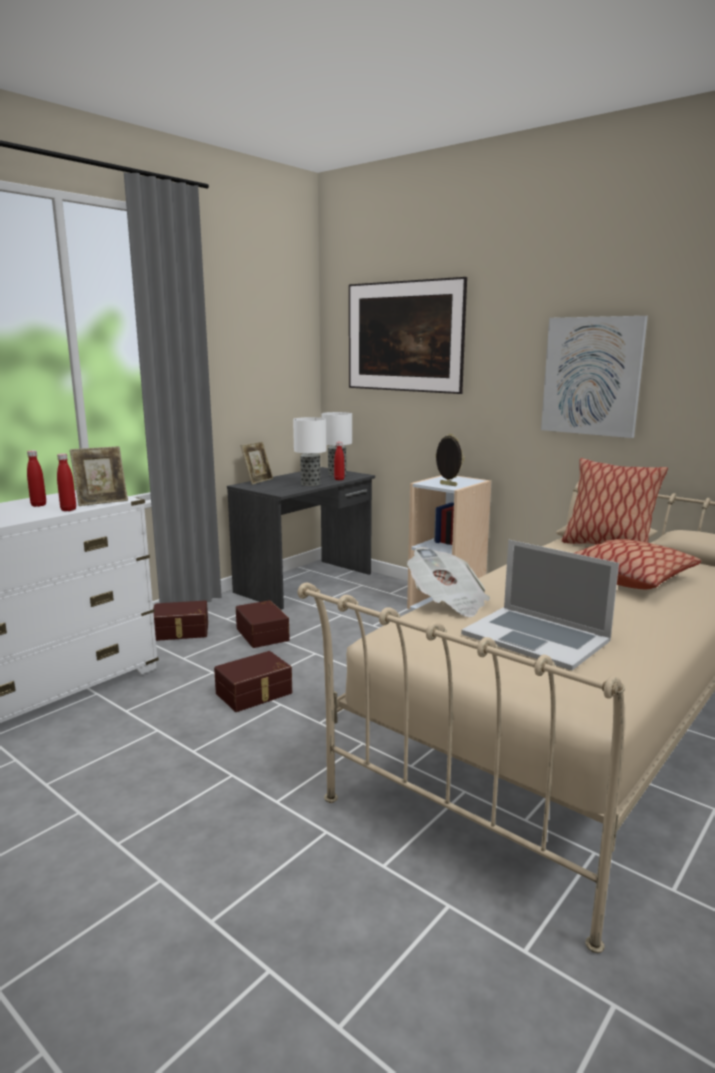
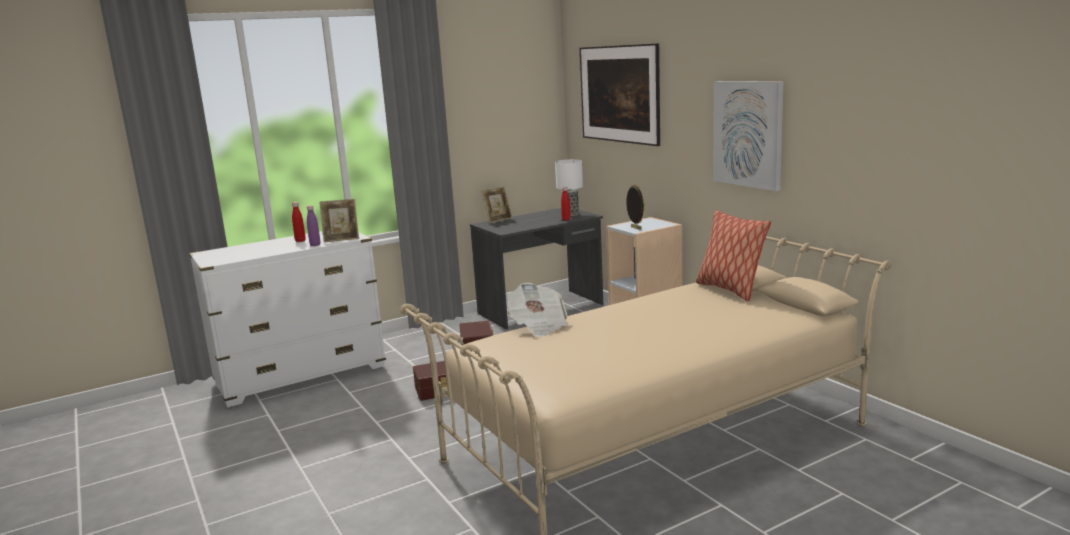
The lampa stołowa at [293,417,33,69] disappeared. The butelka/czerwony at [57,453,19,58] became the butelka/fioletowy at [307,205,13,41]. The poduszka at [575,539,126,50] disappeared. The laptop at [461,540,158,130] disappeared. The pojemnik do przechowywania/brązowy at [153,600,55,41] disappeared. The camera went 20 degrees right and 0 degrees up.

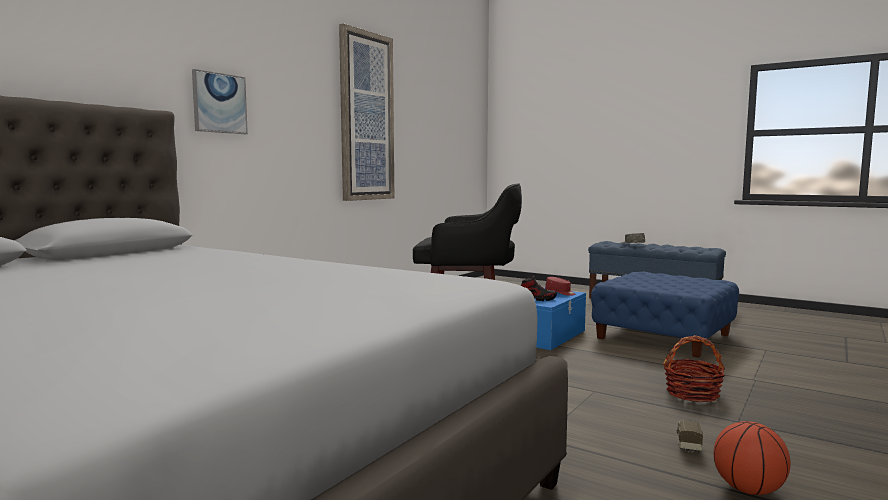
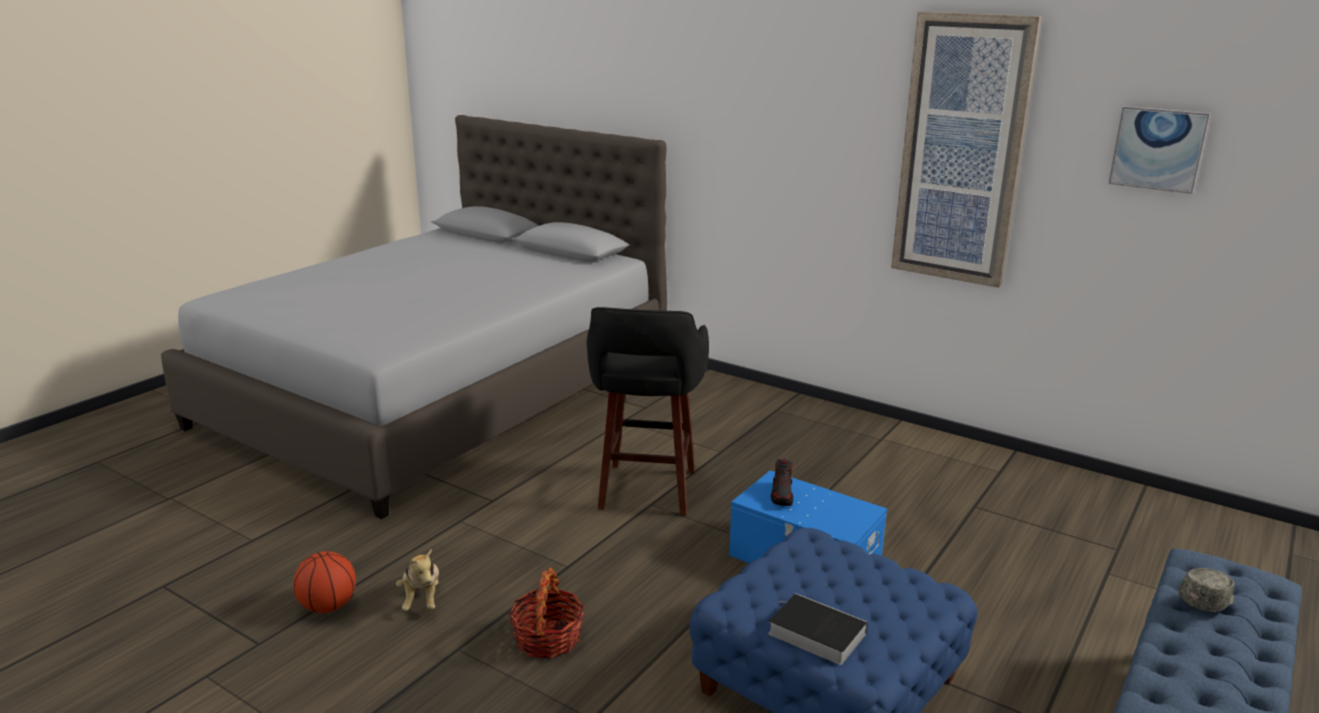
The obraz moved from [192,69,56,65] to [1109,106,101,88]. The czapka z daszkiem/czerwony at [545,277,31,19] disappeared. The ciężarówka zabawkowa at [677,420,26,32] was replaced by the pluszak at [396,549,43,62]. The książka at [768,593,100,72] appeared. The camera went 90 degrees right and 15 degrees up.

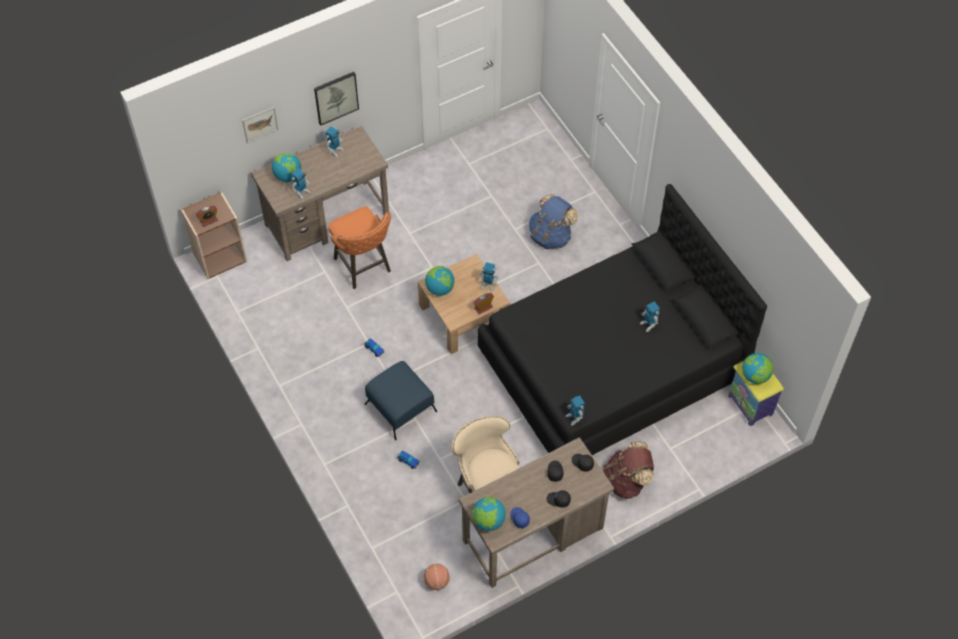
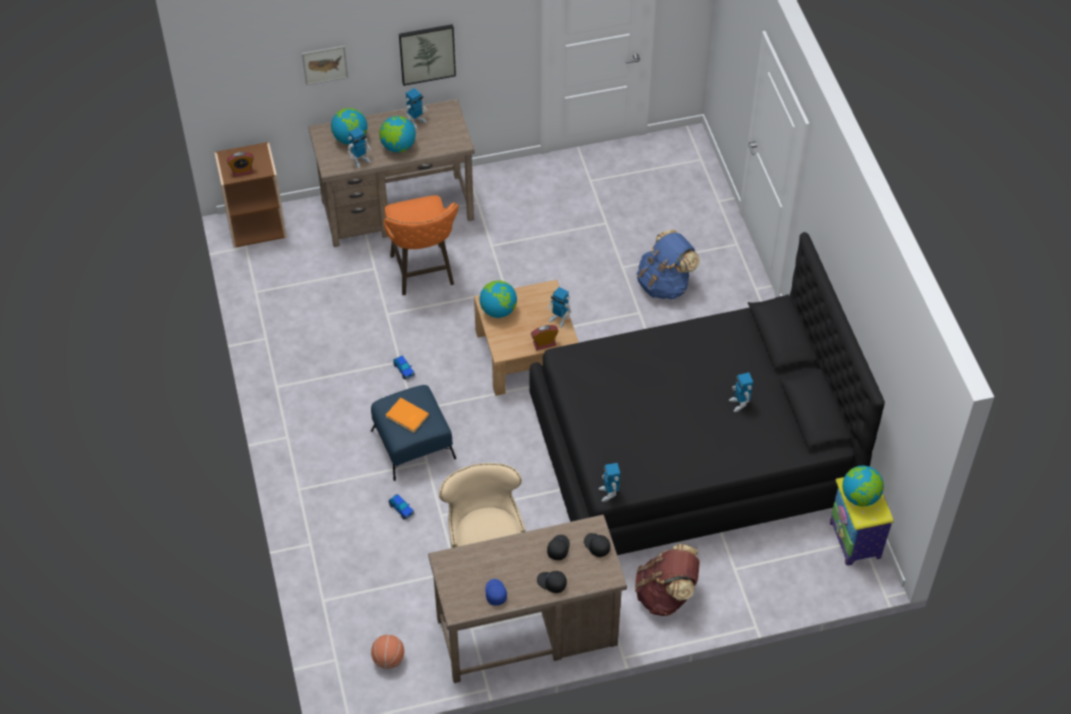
The globus moved from [472,497,34,34] to [379,116,37,37]. The książka/pomarańczowy at [386,398,43,35] appeared. The camera went 15 degrees right and 5 degrees down.

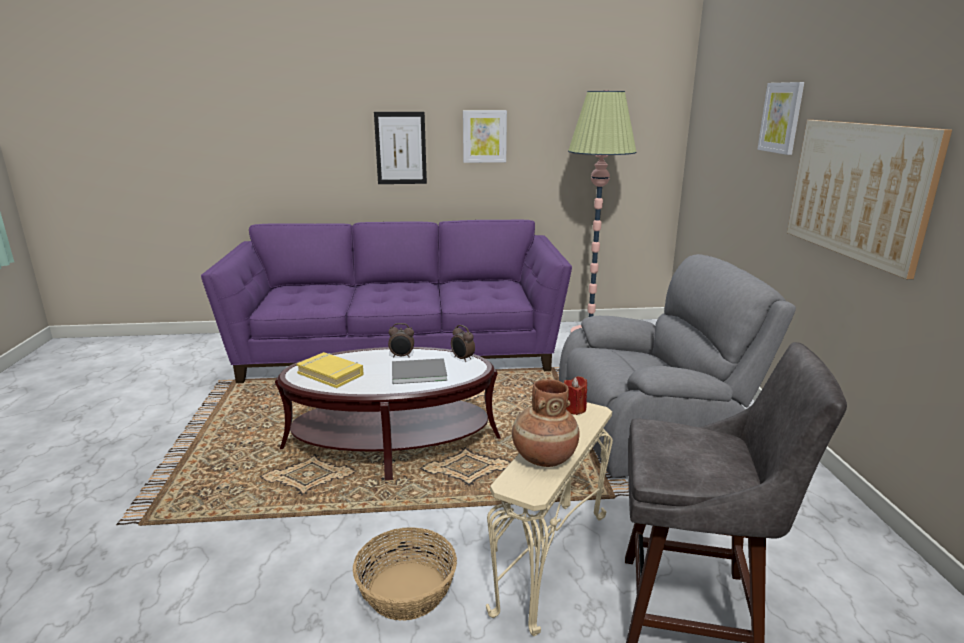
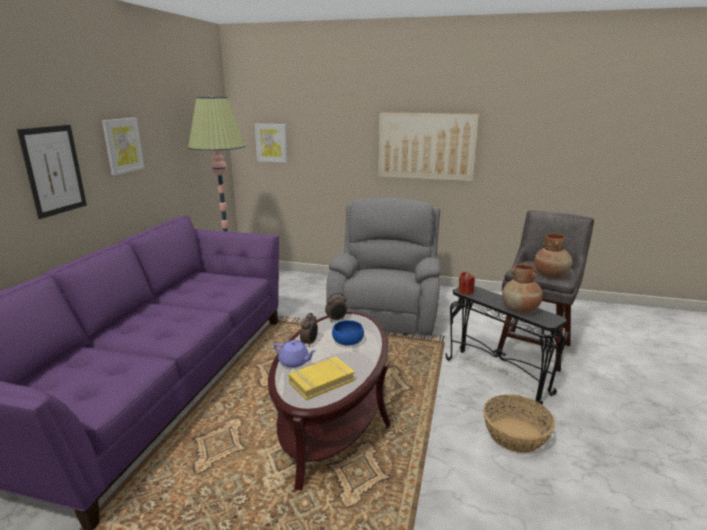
The obraz moved from [757,82,47,73] to [255,124,32,39]. The książka/szary at [392,358,55,26] was replaced by the miska/niebieski at [332,320,32,26]. The stolik/beżowy at [486,402,127,234] became the stolik/czarny at [445,286,122,119]. The wazon/brązowy at [534,233,39,45] appeared. The imbryk/fioletowy at [274,340,42,28] appeared. The camera went 70 degrees left and 0 degrees up.

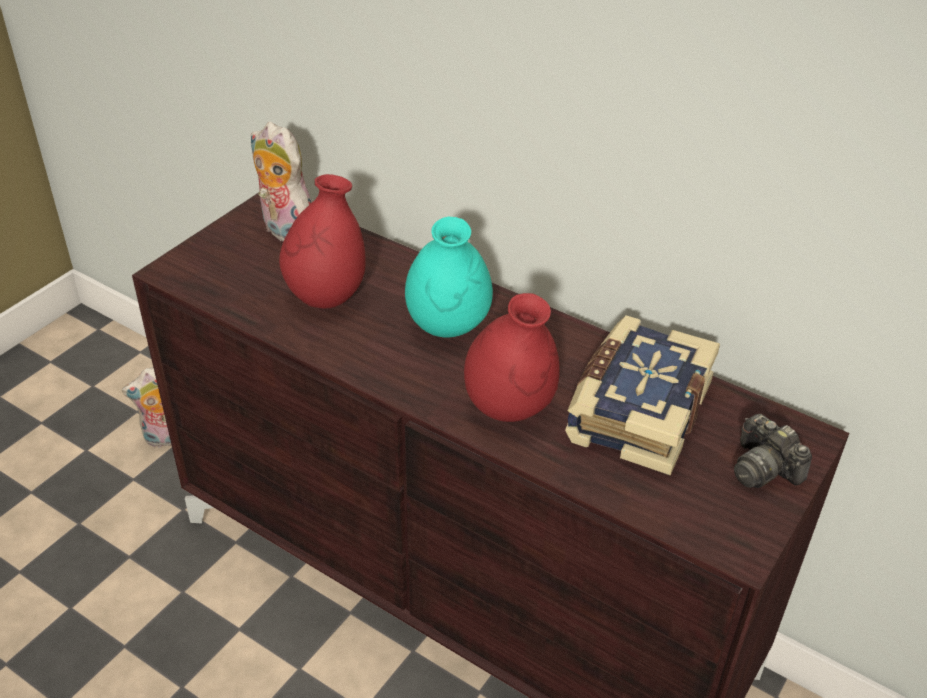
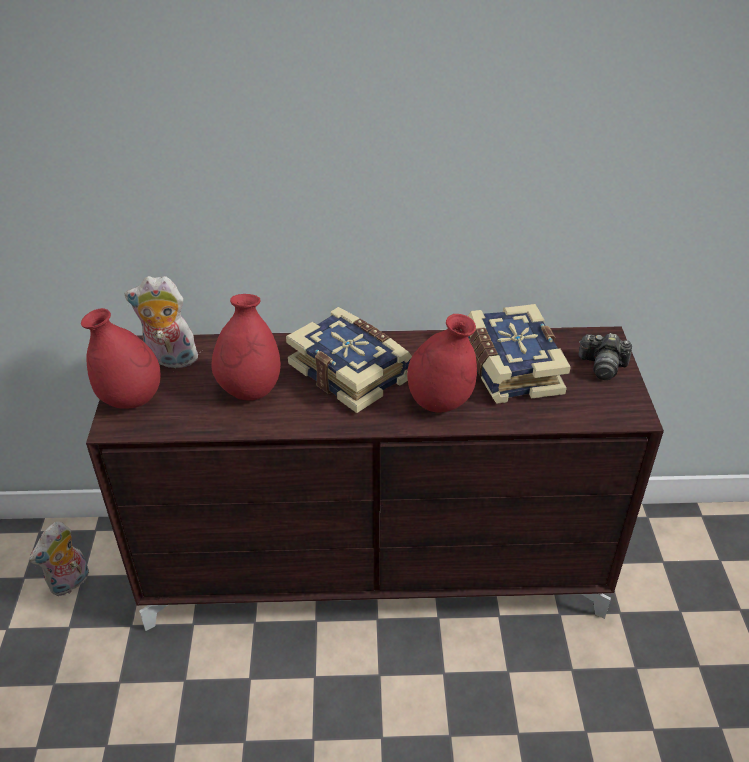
The wazon/turkusowy at [405,217,88,121] was replaced by the książka at [286,307,126,106]. The wazon/czerwony at [81,308,80,101] appeared. The camera went 35 degrees left and 0 degrees up.

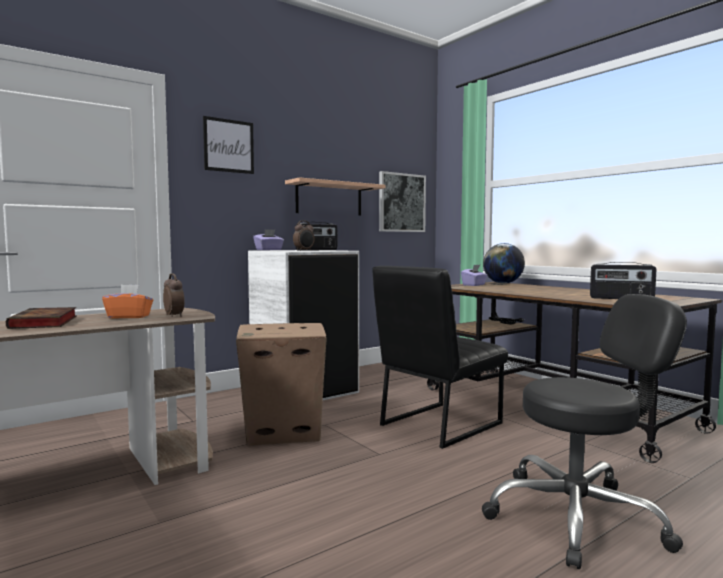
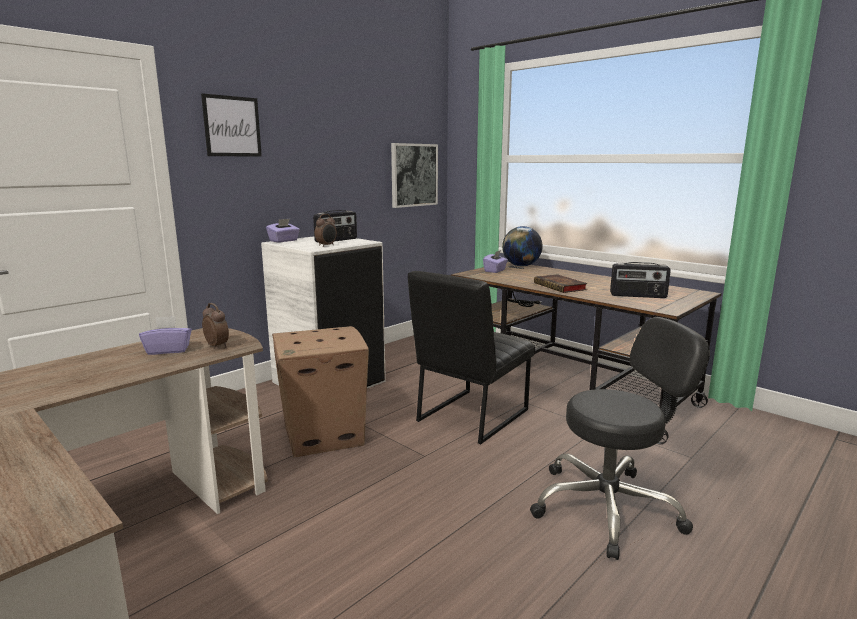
The półka at [285,177,101,39] disappeared. The pudełko chusteczek/pomarańczowy at [102,284,51,35] became the pudełko chusteczek/fioletowy at [139,316,53,39]. The książka moved from [6,307,71,22] to [534,274,54,19]. The camera went 10 degrees left and 10 degrees up.

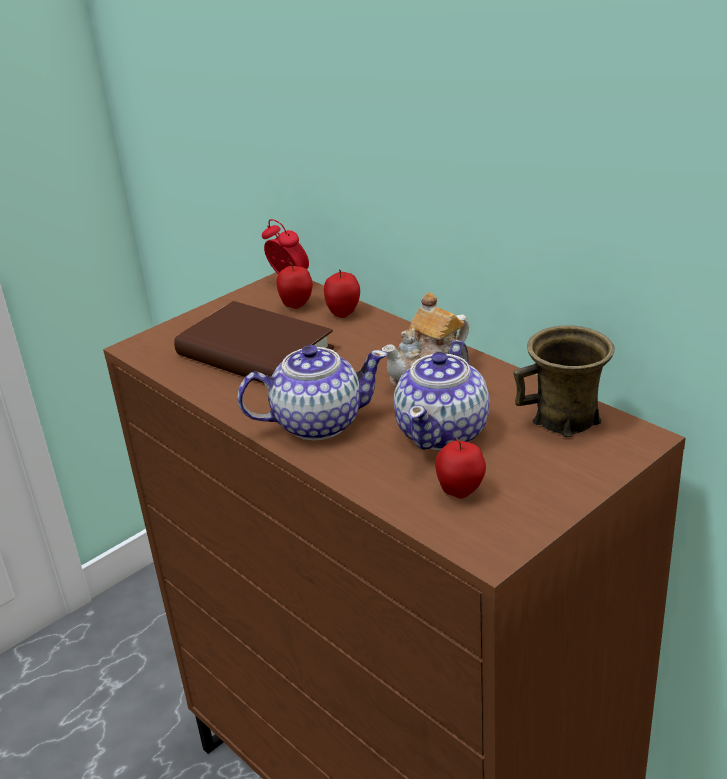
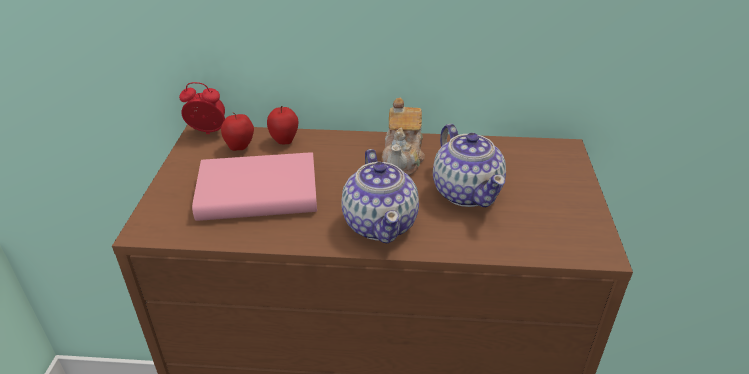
The książka/brązowy at [174,301,160,82] became the książka/różowy at [192,152,125,69]. The kubek/brązowy at [514,325,101,112] disappeared. The imbryk at [237,345,151,95] turned 135 degrees clockwise. The jabłko at [435,438,51,60] disappeared. The camera went 45 degrees left and 5 degrees up.

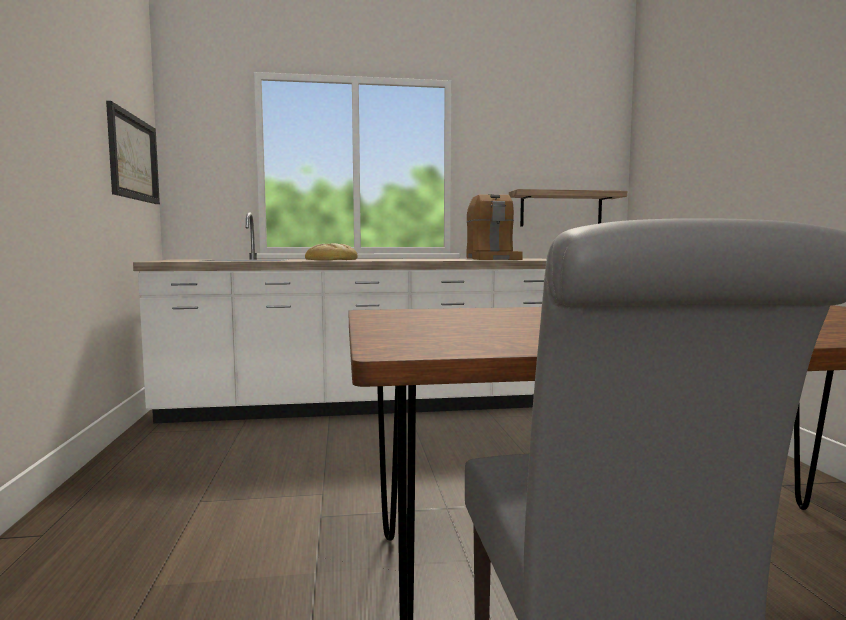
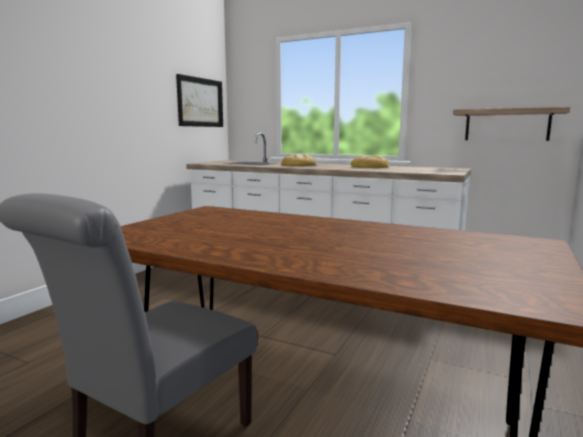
The ekspres do kawy at [466,194,57,66] disappeared. The chleb at [351,155,38,13] appeared. The camera went 35 degrees right and 5 degrees up.

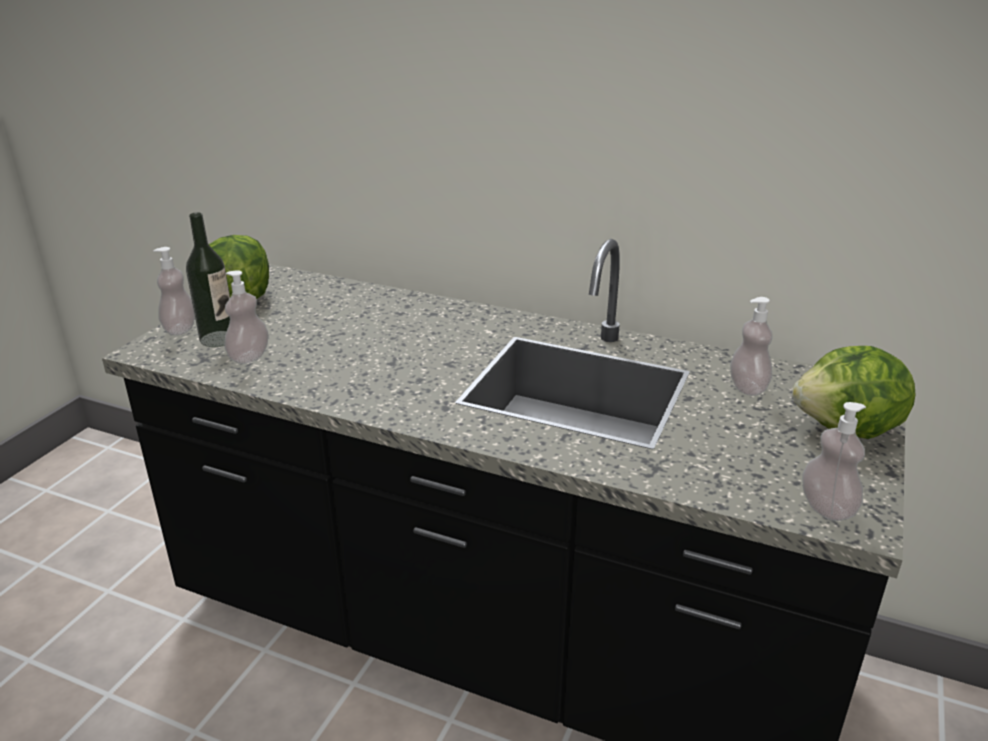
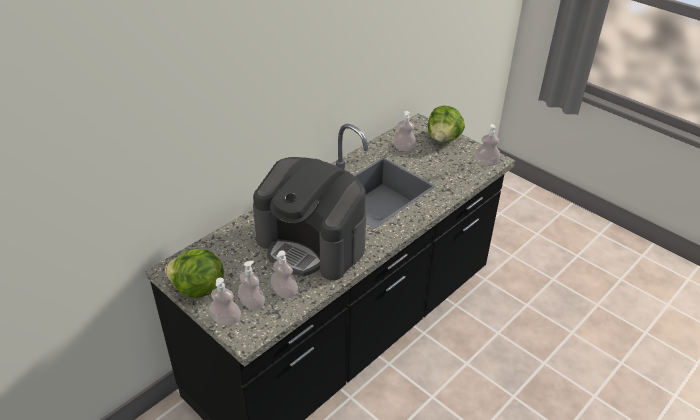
The butelka at [186,212,44,135] was replaced by the dozownik mydła at [238,261,27,49]. The ekspres do kawy at [253,157,113,123] appeared. The camera went 70 degrees left and 10 degrees up.

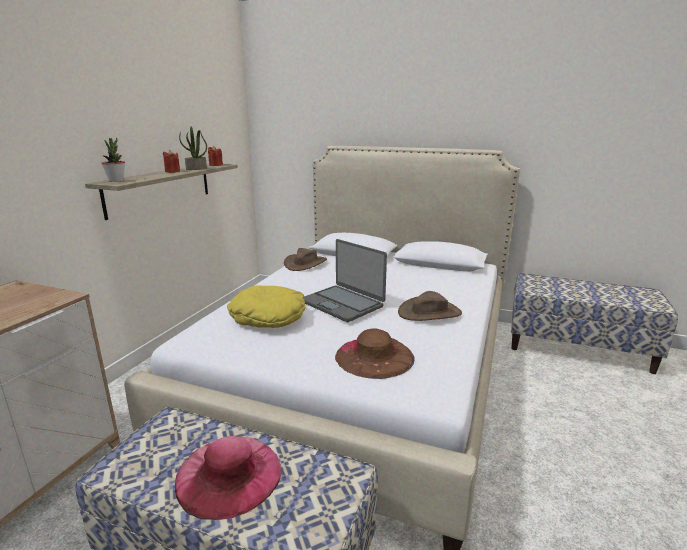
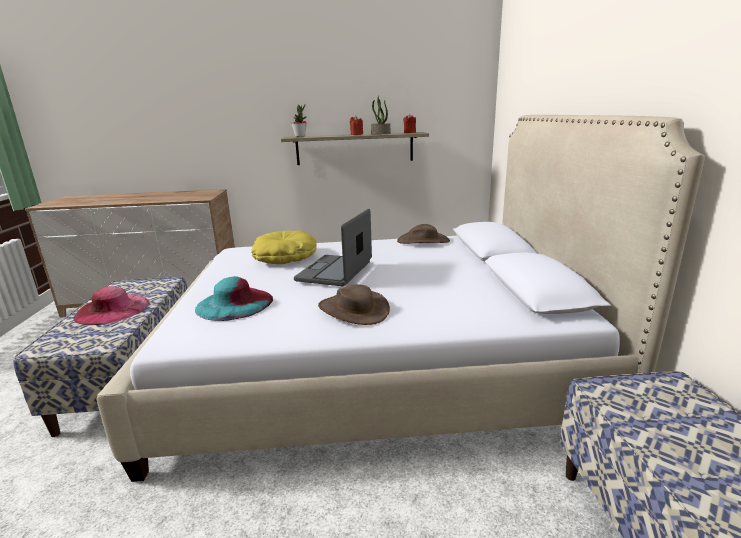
The kapelusz/brązowy at [335,328,80,51] became the kapelusz/turkusowy at [195,276,78,45]. The camera went 65 degrees right and 0 degrees up.

